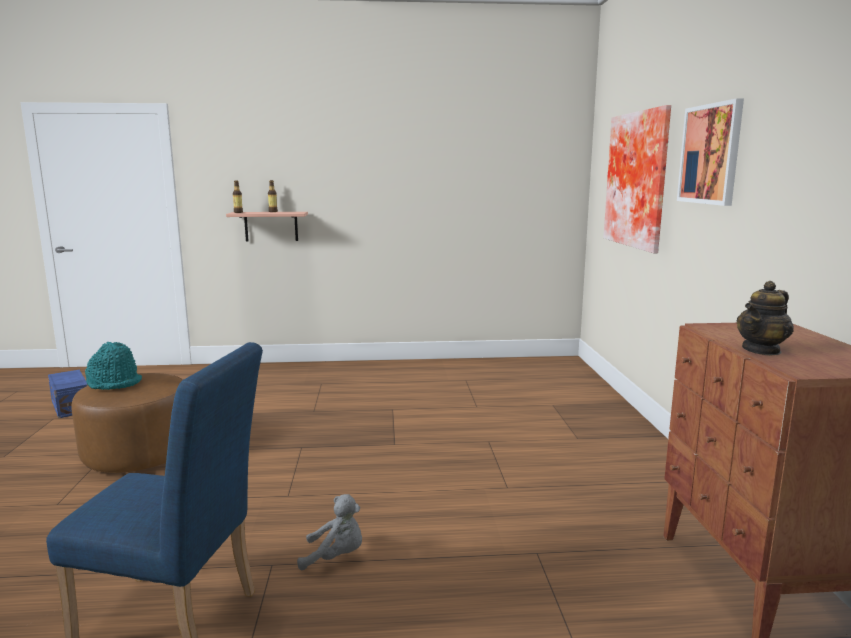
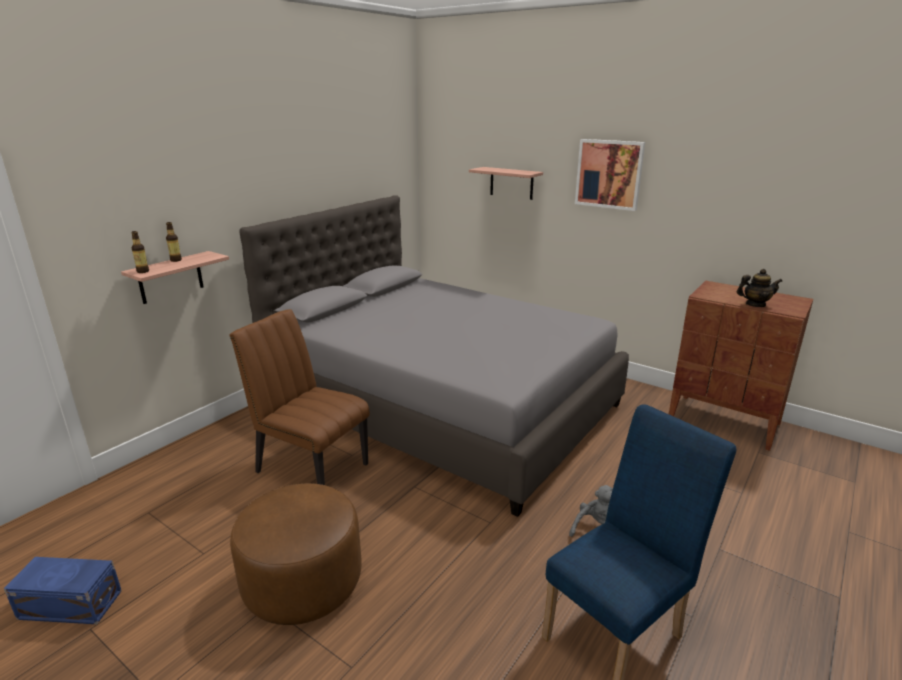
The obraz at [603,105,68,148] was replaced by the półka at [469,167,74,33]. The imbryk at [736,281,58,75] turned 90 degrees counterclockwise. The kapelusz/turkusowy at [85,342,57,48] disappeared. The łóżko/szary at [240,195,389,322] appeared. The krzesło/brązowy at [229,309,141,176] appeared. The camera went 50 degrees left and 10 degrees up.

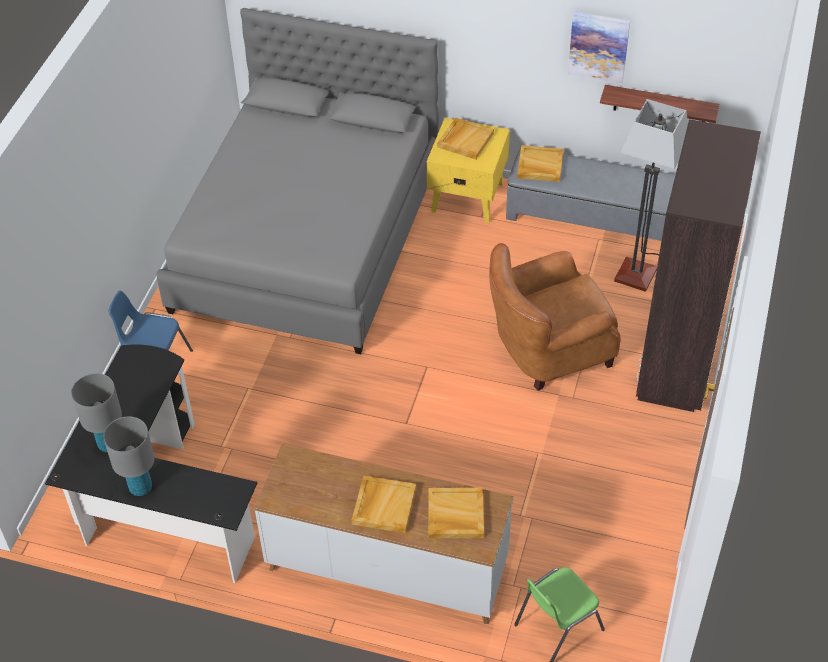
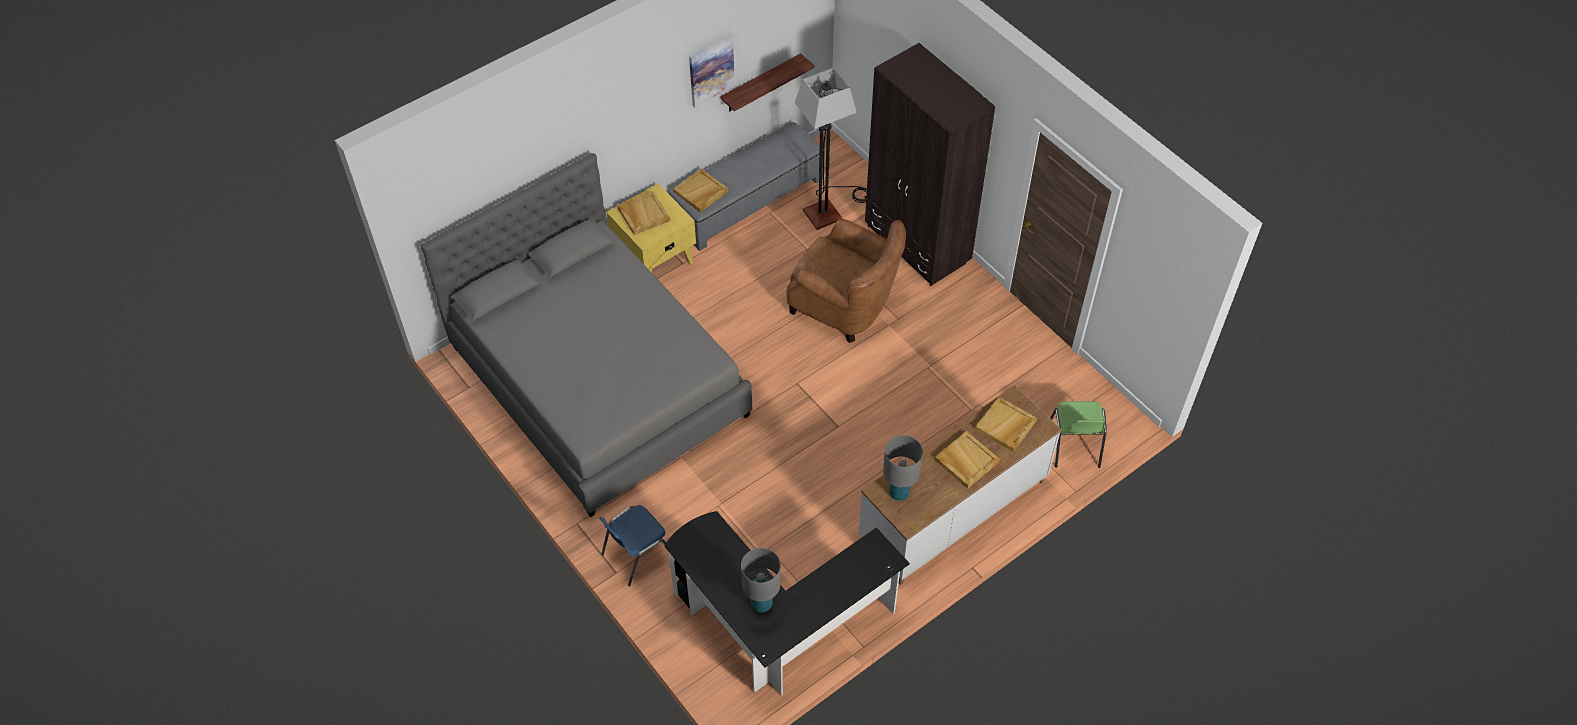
The fotel/brązowy at [489,243,132,148] turned 75 degrees counterclockwise. The lampa stołowa/szary moved from [103,417,51,79] to [883,435,40,66]. The camera went 55 degrees left and 5 degrees up.

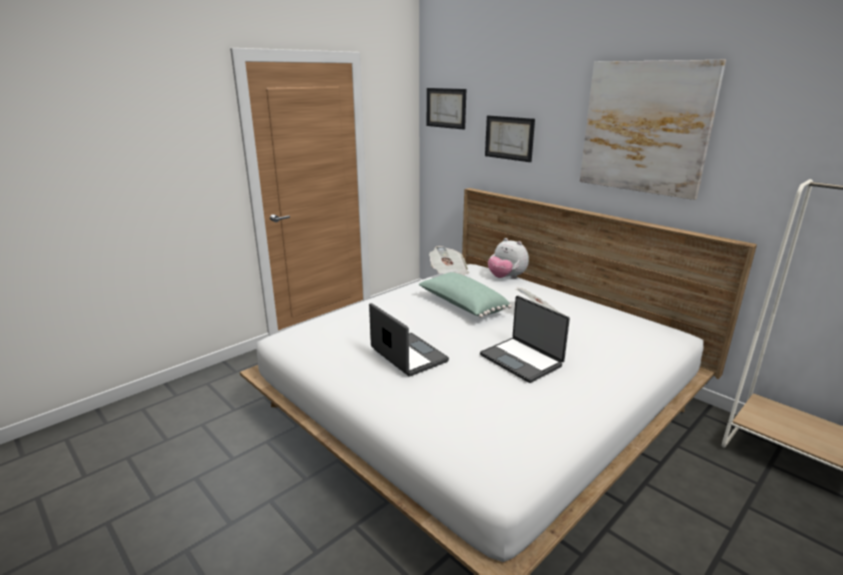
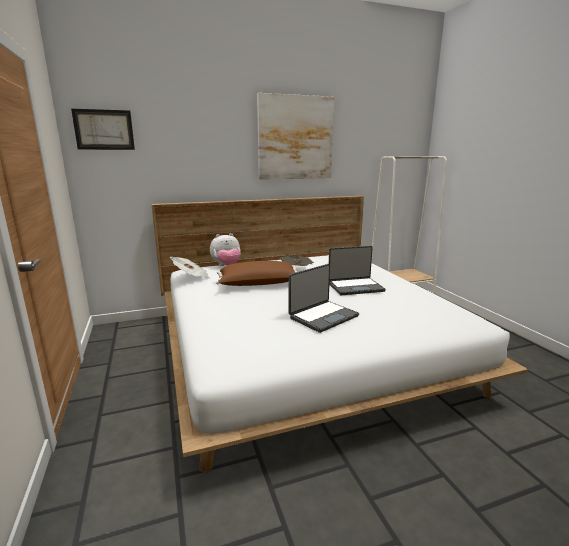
The obraz at [485,115,50,47] disappeared. The poduszka/zielony at [419,272,93,46] became the poduszka/brązowy at [216,261,81,25]. The laptop at [369,303,80,74] turned 150 degrees clockwise. The camera went 65 degrees left and 5 degrees down.

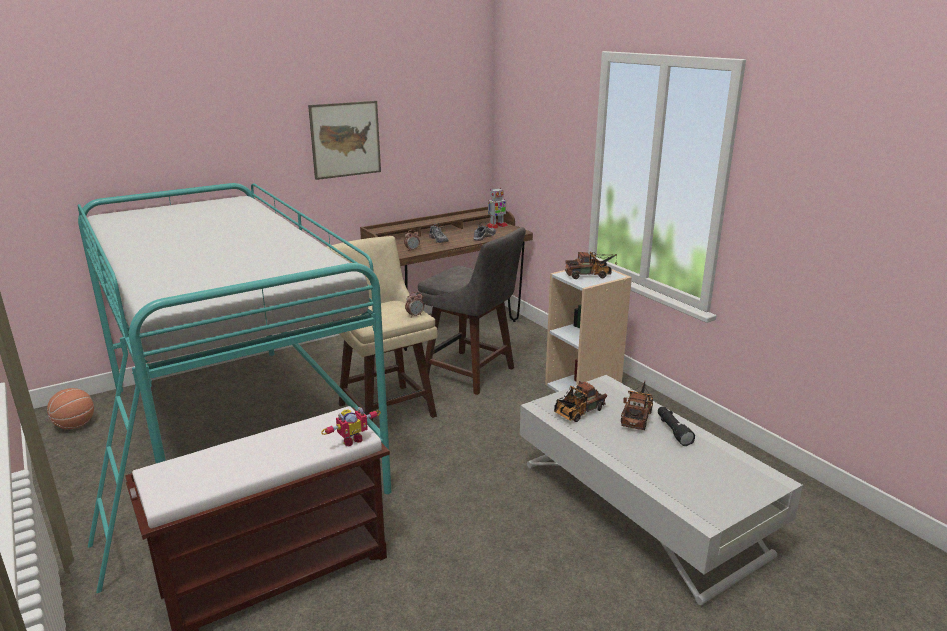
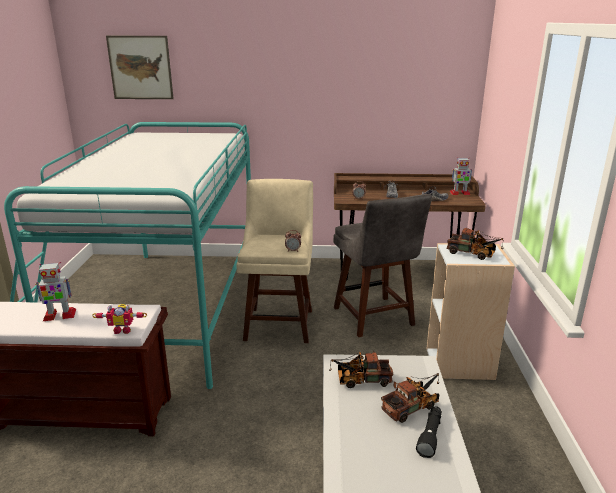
The obraz moved from [308,101,73,79] to [106,36,68,63]. The piłka do koszykówki at [47,388,47,41] disappeared. The robot zabawkowy at [35,262,41,59] appeared. The camera went 35 degrees right and 0 degrees up.

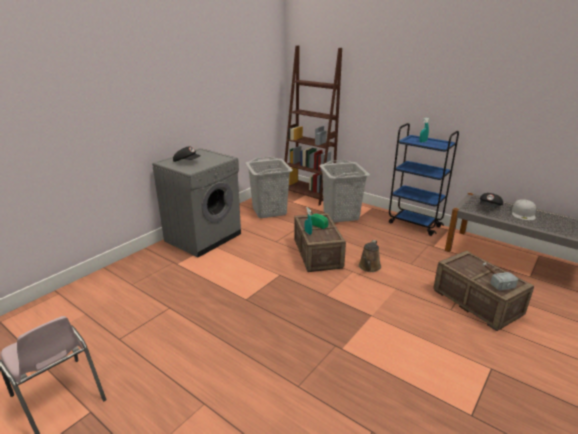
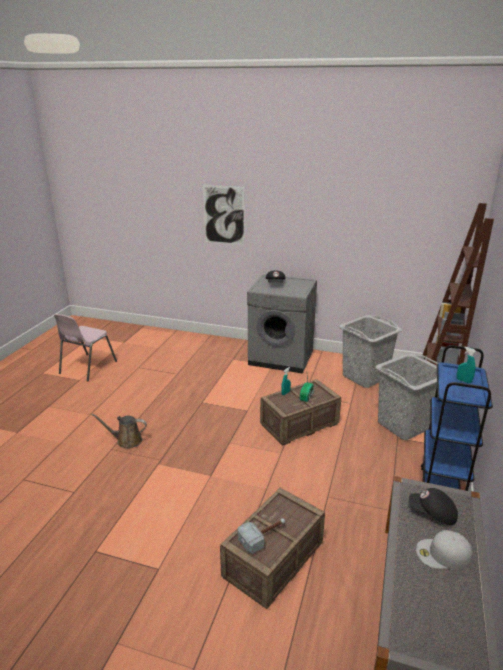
The konewka/brązowy moved from [359,240,22,32] to [91,414,56,35]. The obraz at [203,185,42,60] appeared. The camera went 70 degrees right and 0 degrees up.

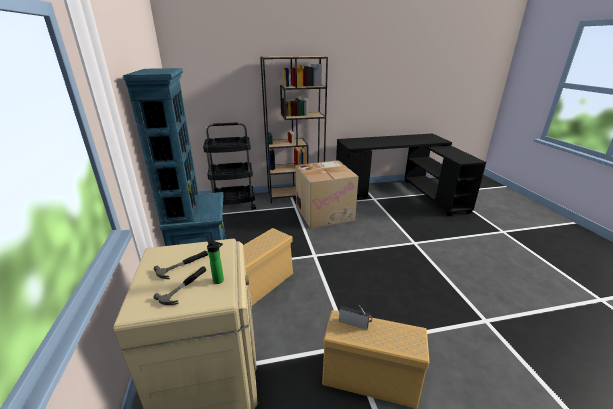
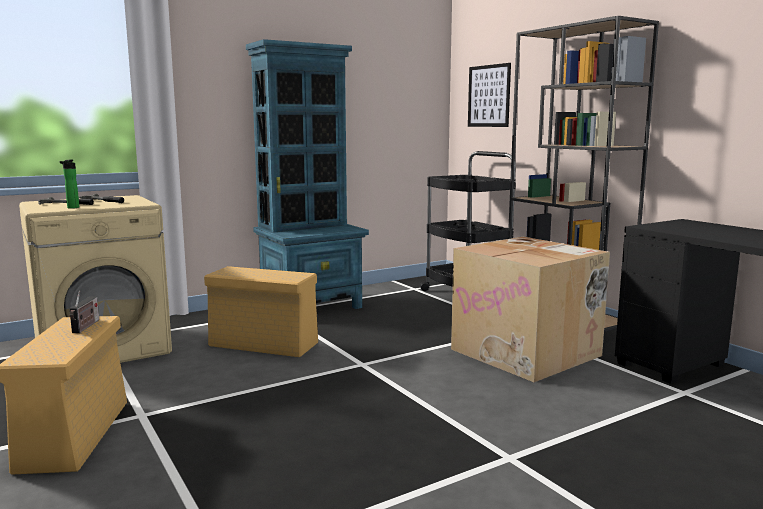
The obraz at [468,63,43,64] appeared. The camera went 70 degrees right and 15 degrees down.

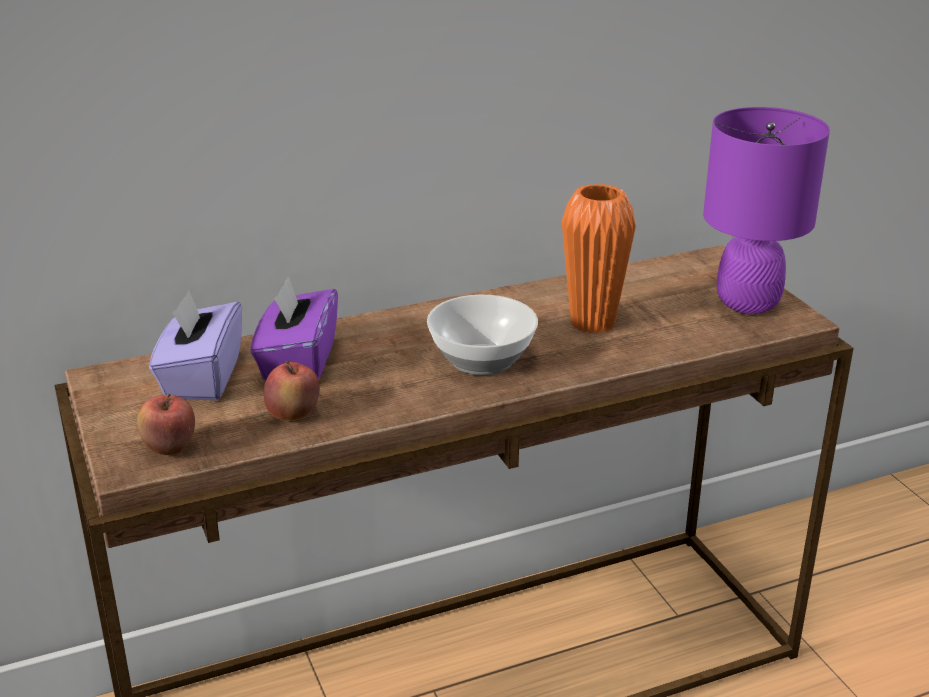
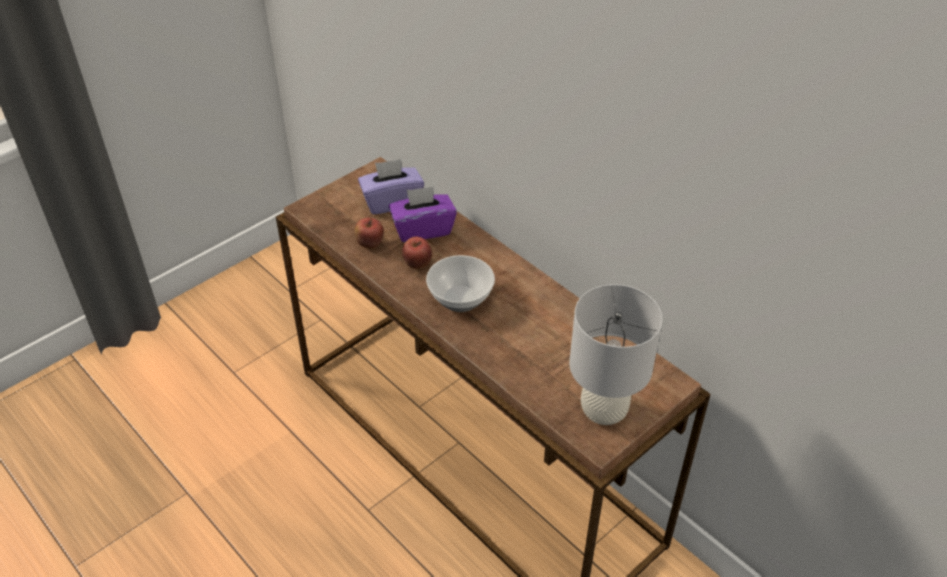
The lampa stołowa/fioletowy at [703,107,127,207] became the lampa stołowa/szary at [569,284,94,141]. The wazon/pomarańczowy at [562,184,74,150] disappeared. The jabłko moved from [137,394,58,61] to [402,237,30,32]. The camera went 70 degrees right and 15 degrees up.

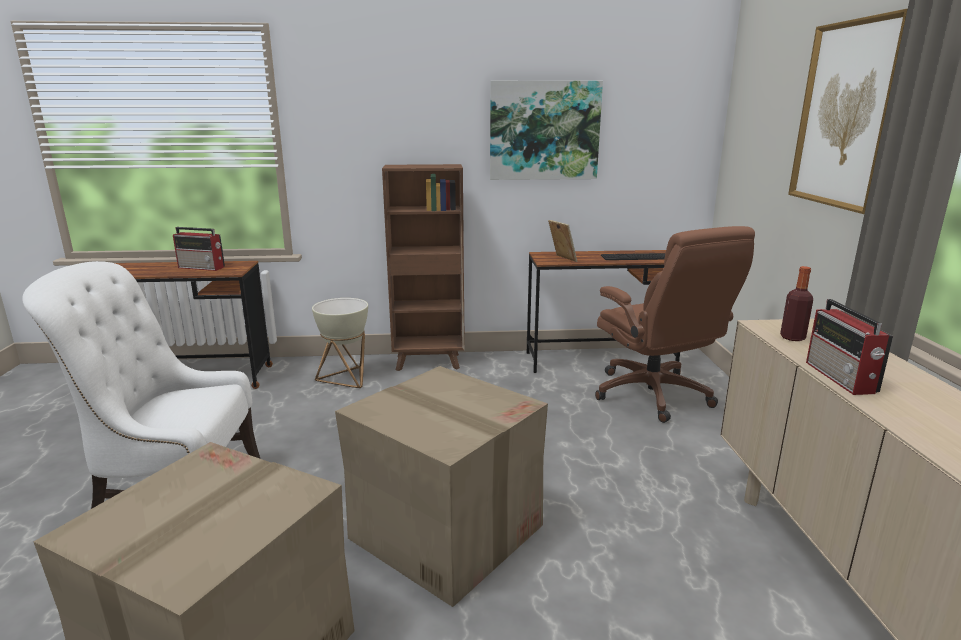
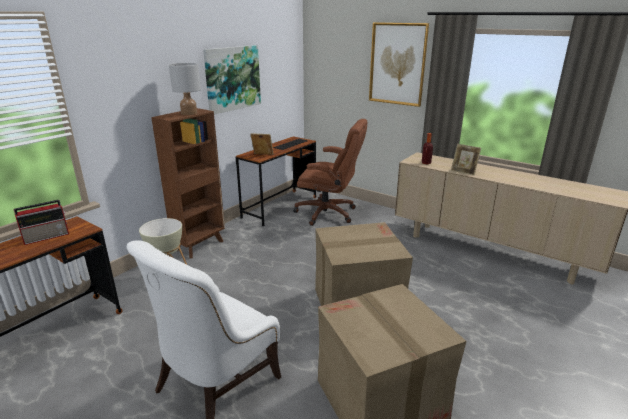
The radio at [806,299,87,96] was replaced by the ramka na zdjęcie at [451,144,30,31]. The lampa stołowa/szary at [169,63,32,52] appeared. The camera went 50 degrees left and 5 degrees up.

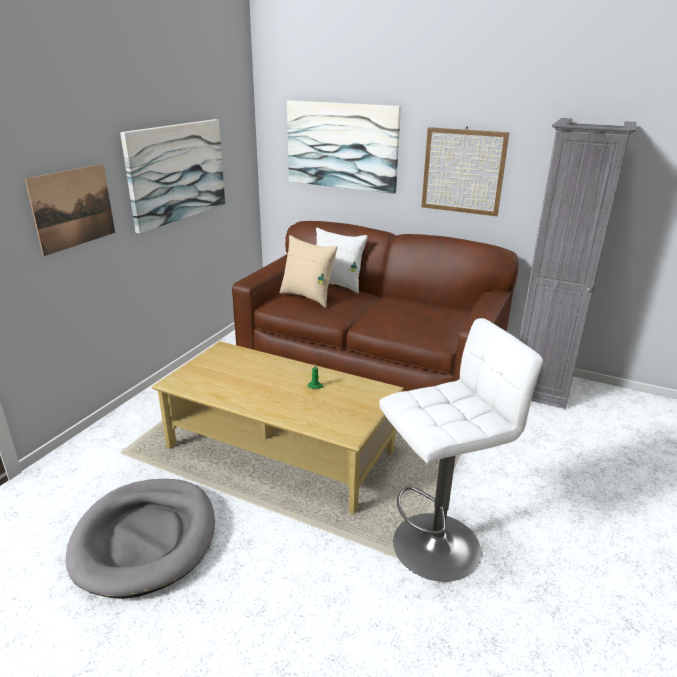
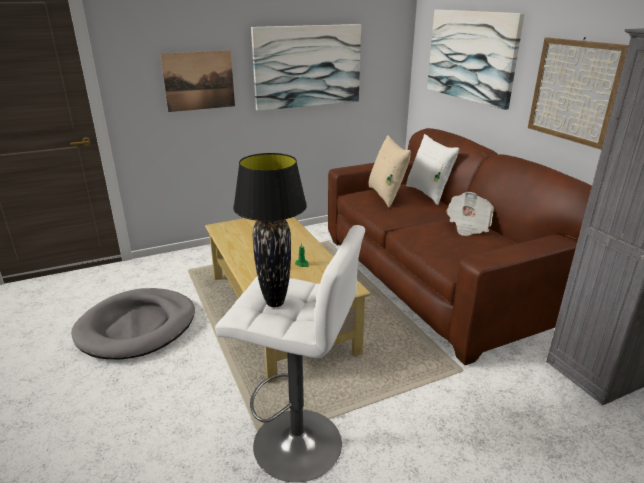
The lampa stołowa/czarny at [233,153,74,154] appeared. The gazeta at [446,192,48,44] appeared. The camera went 40 degrees right and 0 degrees up.

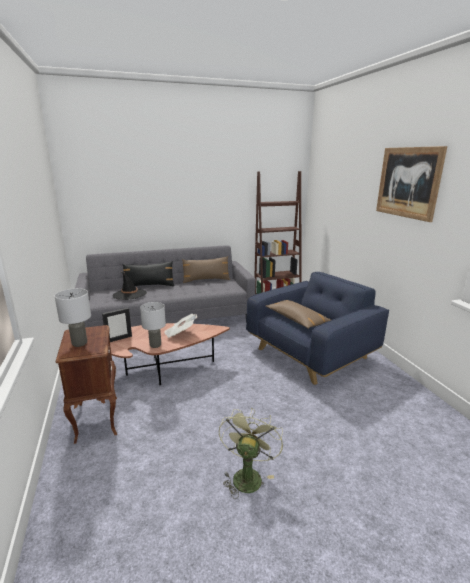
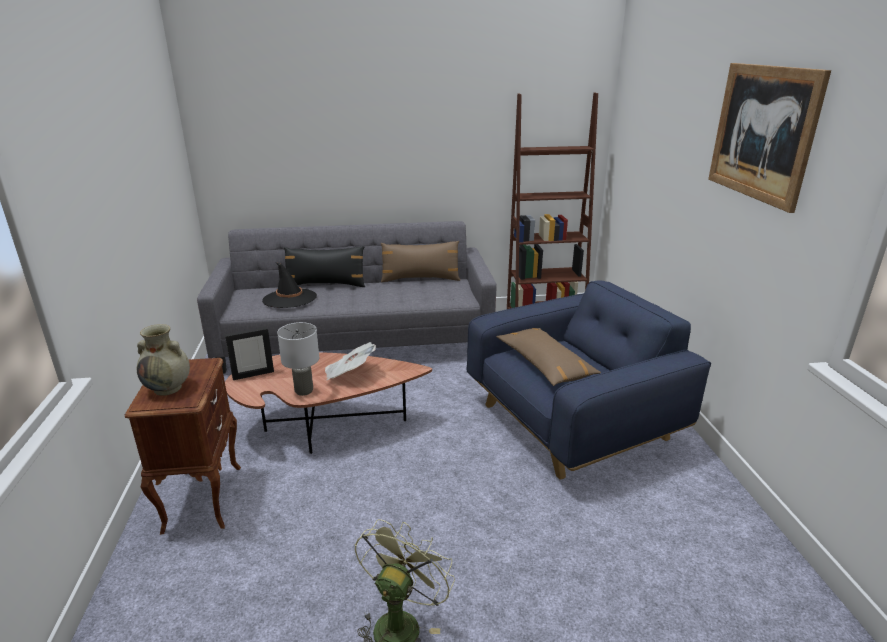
The lampa stołowa/biały at [55,288,36,59] was replaced by the wazon/beżowy at [137,324,53,72]. The camera went 10 degrees right and 5 degrees up.

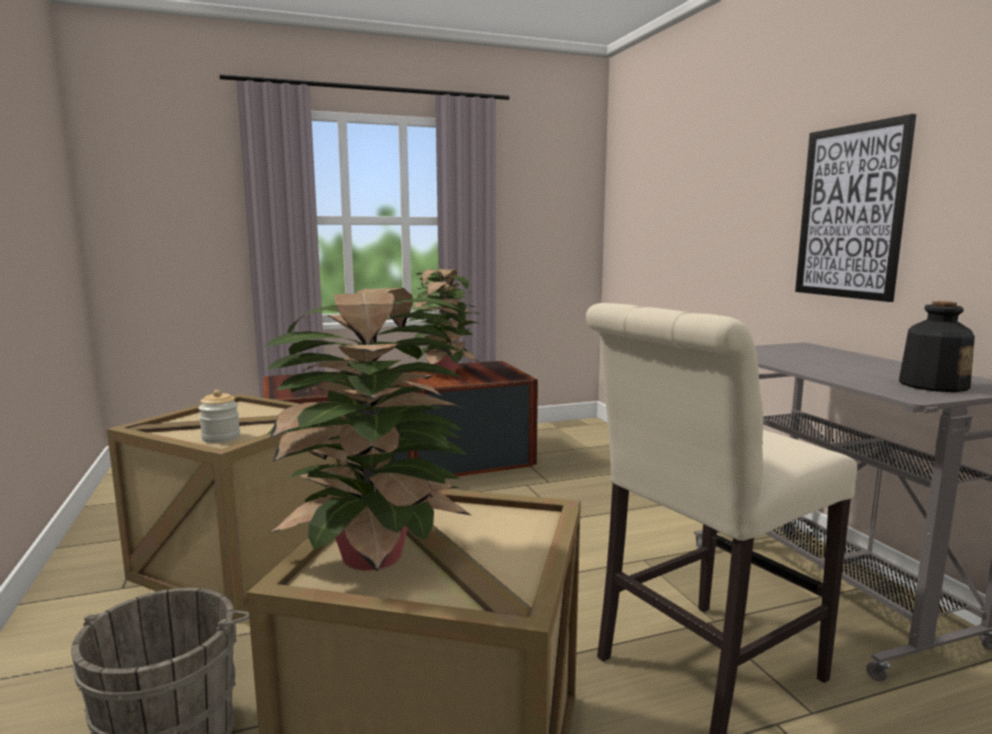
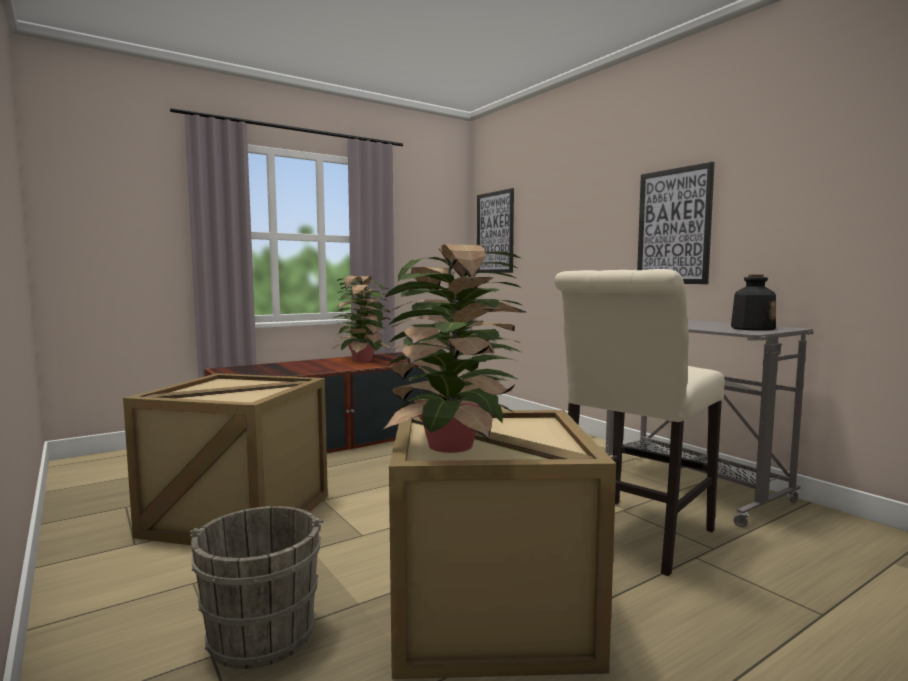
The słoik at [198,390,42,53] disappeared. The obraz at [477,188,37,85] appeared. The camera went 15 degrees left and 5 degrees down.

